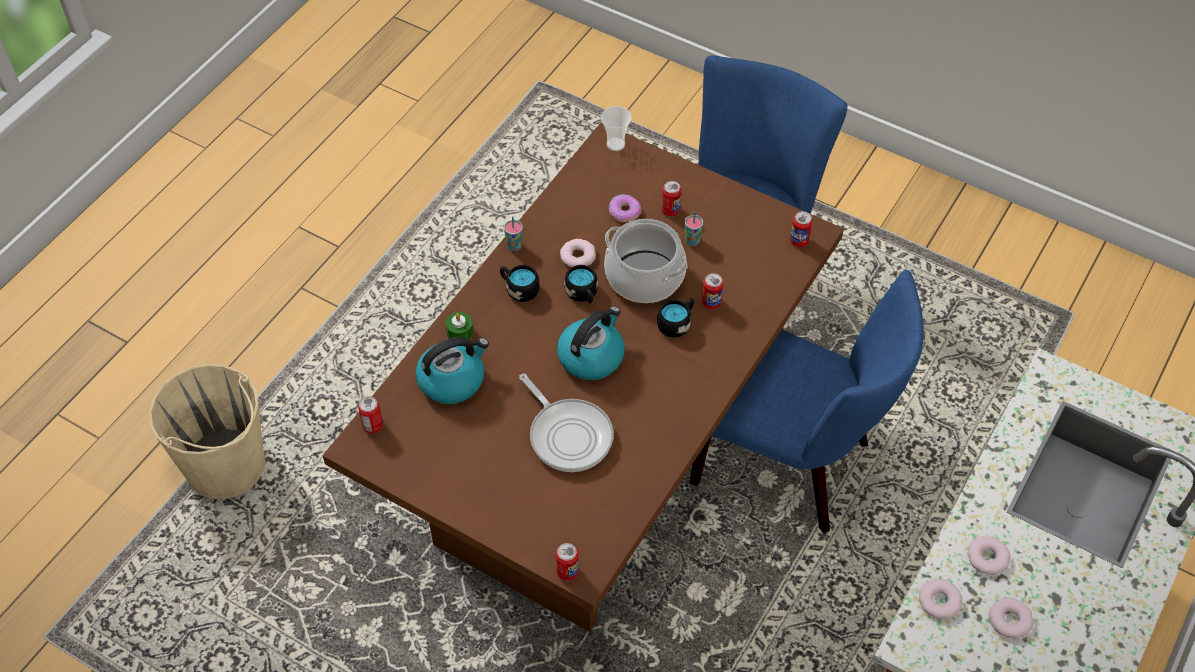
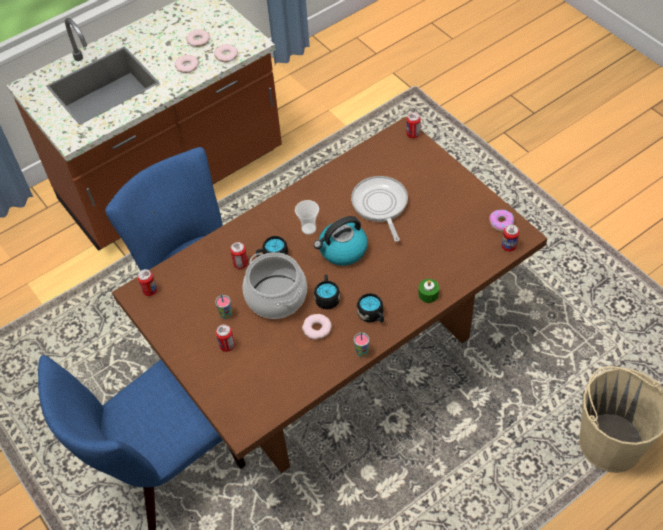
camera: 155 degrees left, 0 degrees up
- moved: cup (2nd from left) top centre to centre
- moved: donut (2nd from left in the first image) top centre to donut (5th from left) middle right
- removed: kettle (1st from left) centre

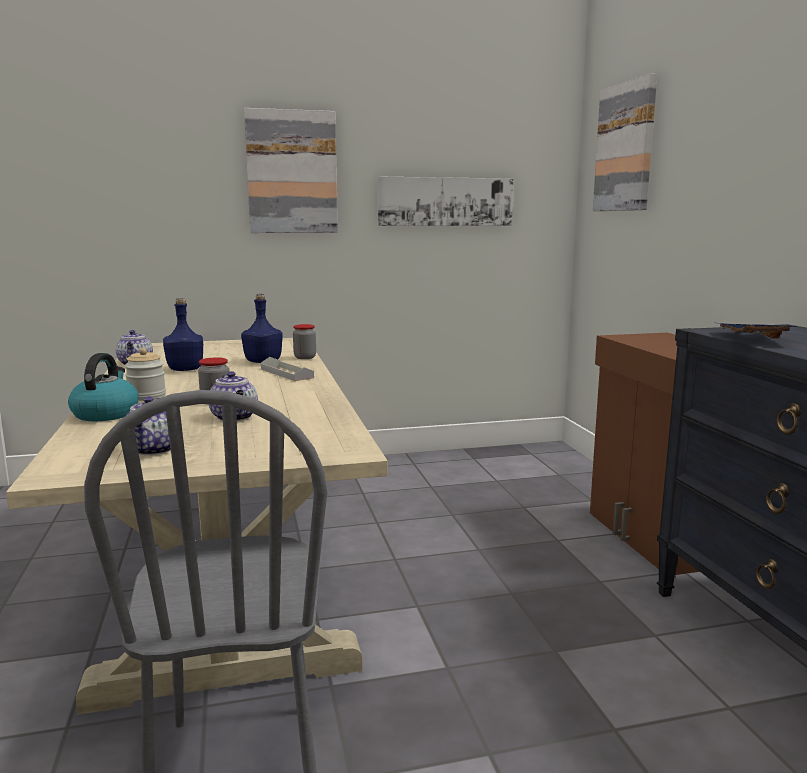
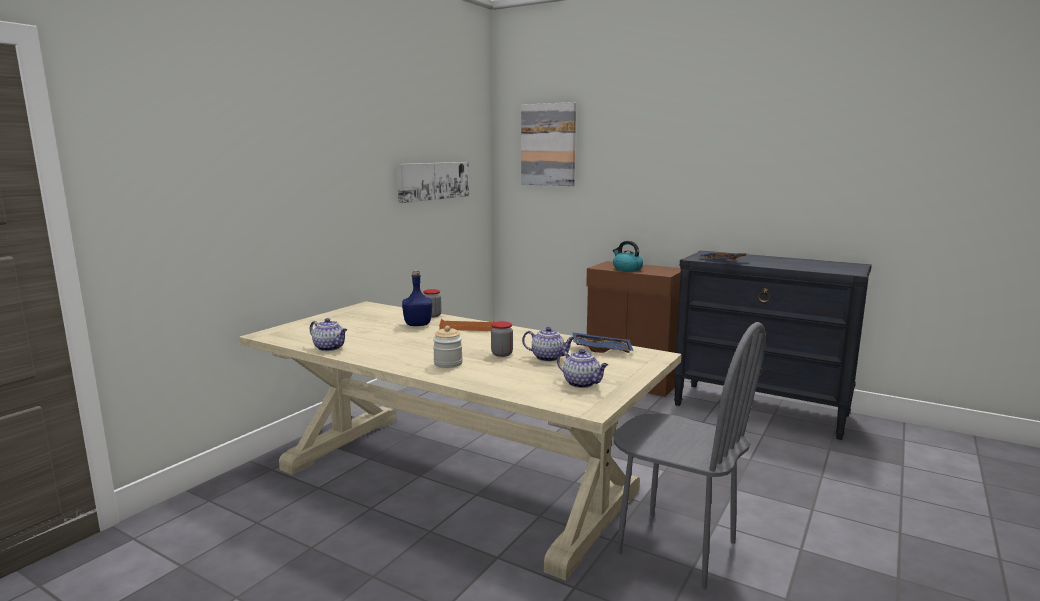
camera: 45 degrees left, 0 degrees up
- recoloured: tray (grey) centre to tray (orange) centre
- added: tray (blue) (1st from left) centre
- moved: kettle middle left to centre
- removed: bottle (blue) (1st from left) middle left
- removed: picture (1st from left) top centre

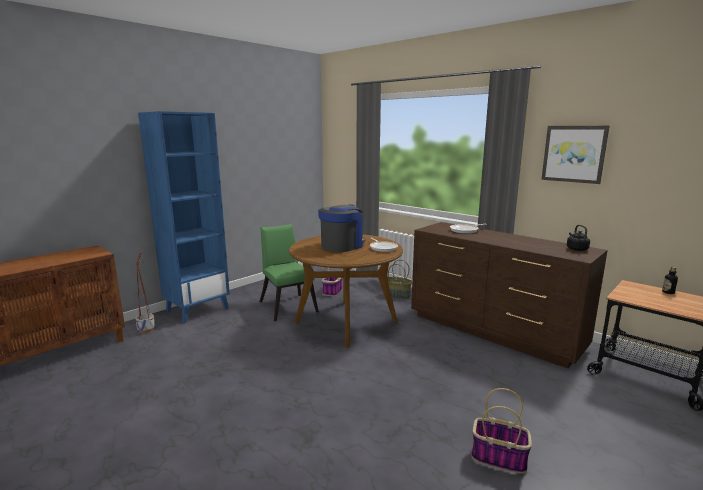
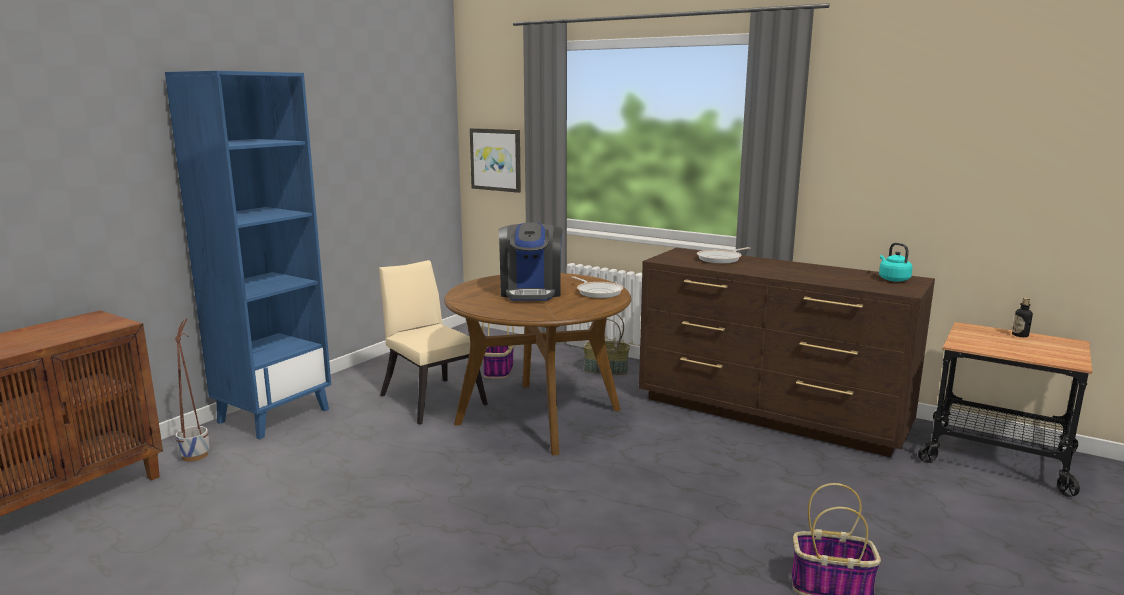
camera: 10 degrees left, 0 degrees up
- recoloured: chair (green) centre to chair (beige) centre
- moved: picture top right to top centre
- turned: coffee machine centre = centre 150 degrees clockwise
- recoloured: kettle (black) middle right to kettle (turquoise) middle right

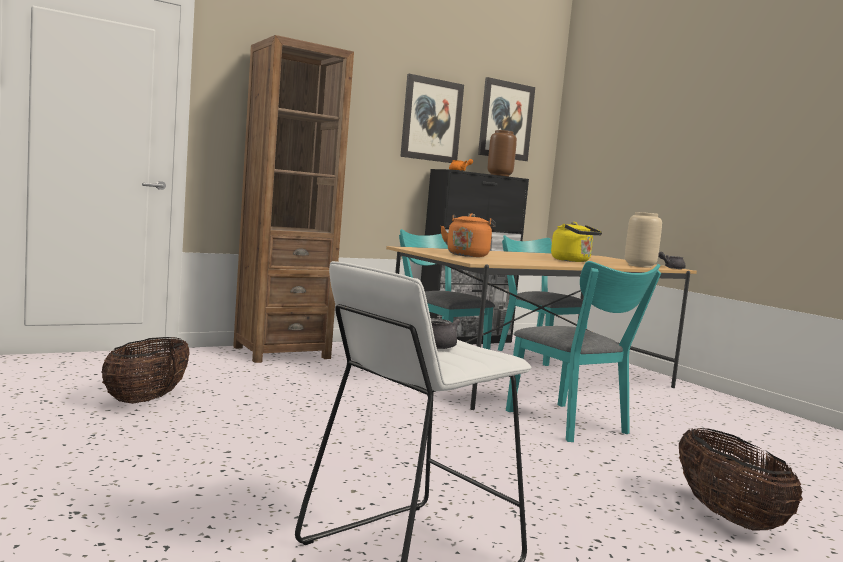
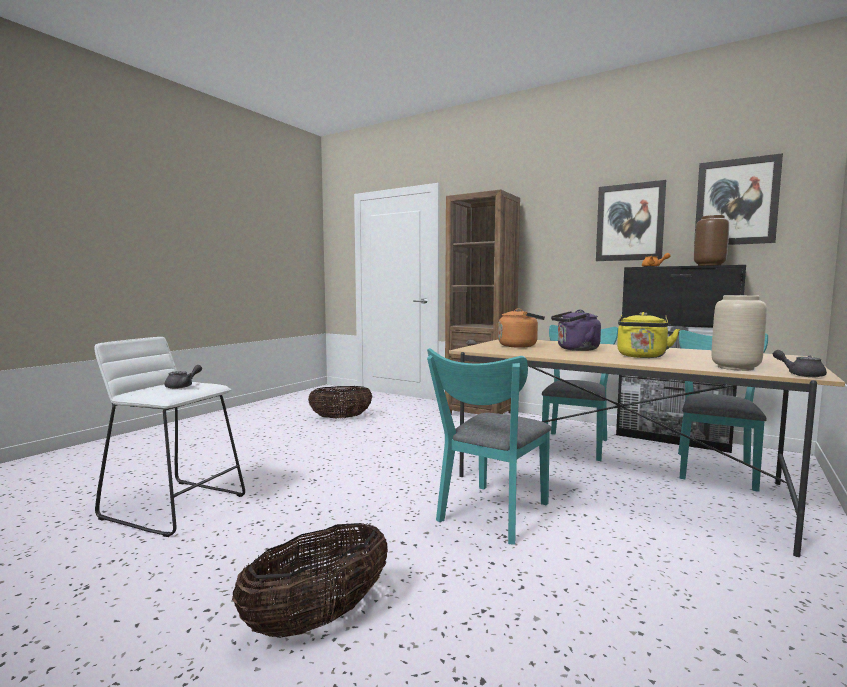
camera: 65 degrees right, 0 degrees up
- added: kettle (purple) middle right

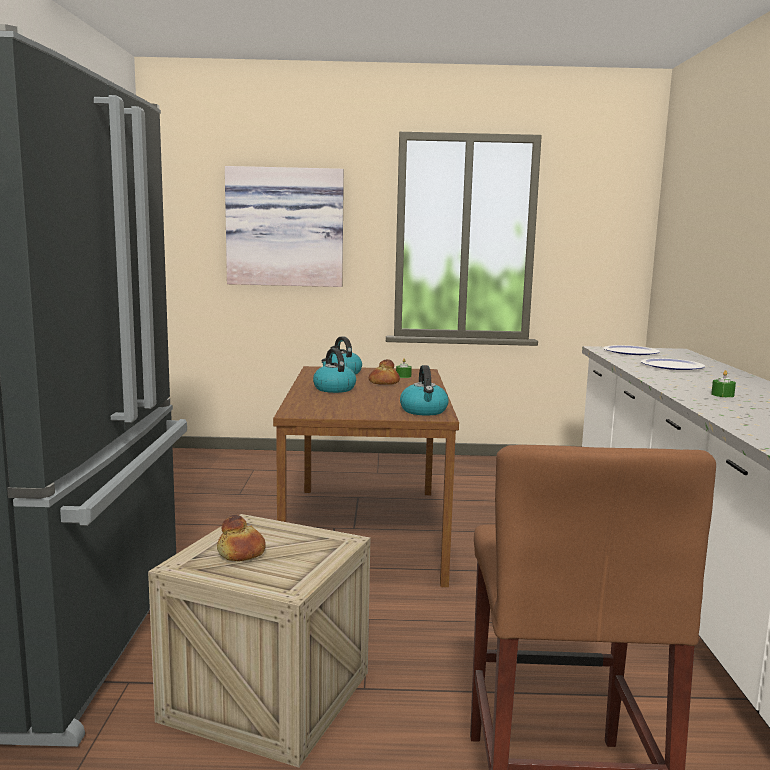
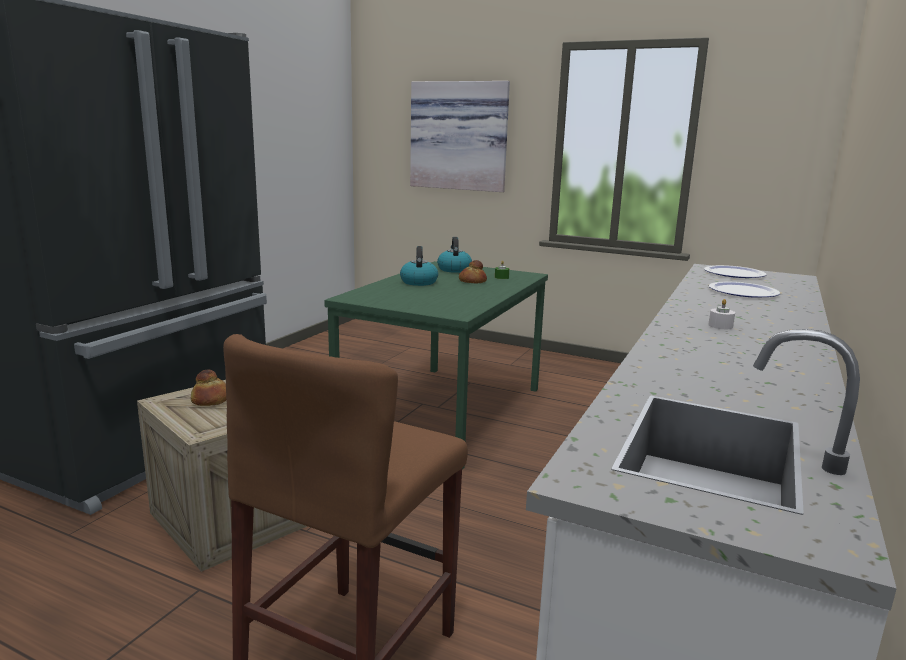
camera: 25 degrees right, 5 degrees up
- recoloured: dining table (brown) centre to dining table (green) centre
- recoloured: candle (green) (2nd from left) middle right to candle (white) middle right
- removed: kettle (3rd from left) centre

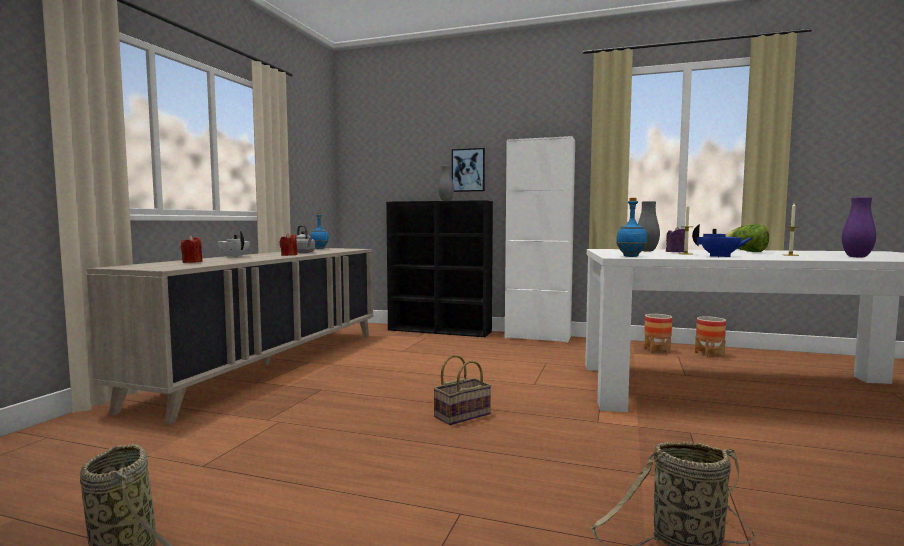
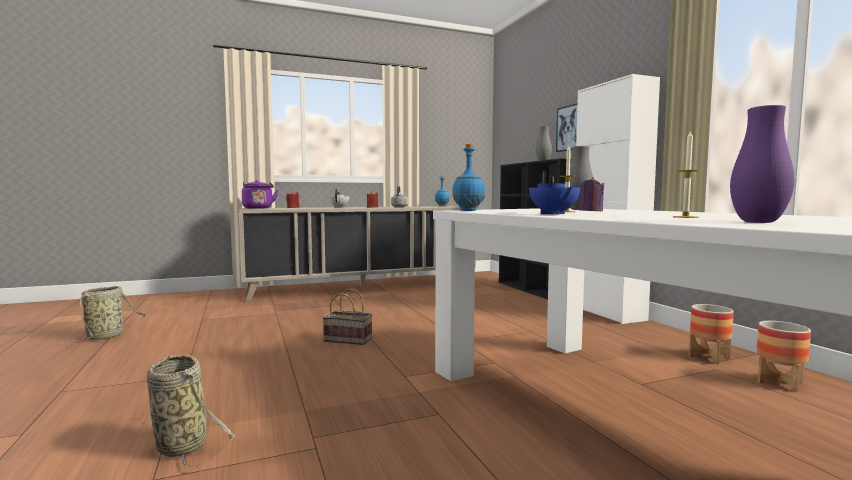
camera: 50 degrees right, 0 degrees up
- added: kettle (purple) middle left
- removed: lettuce middle right

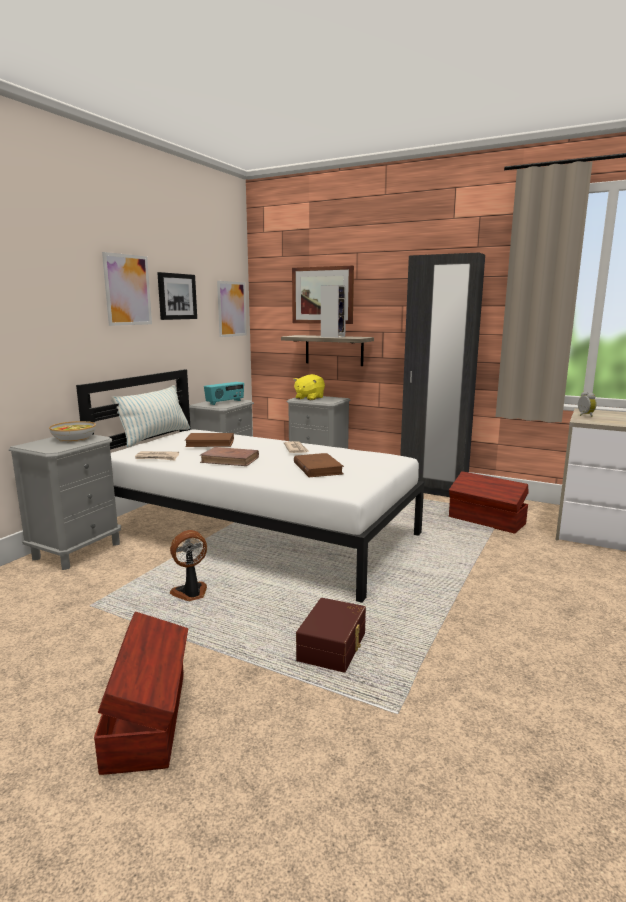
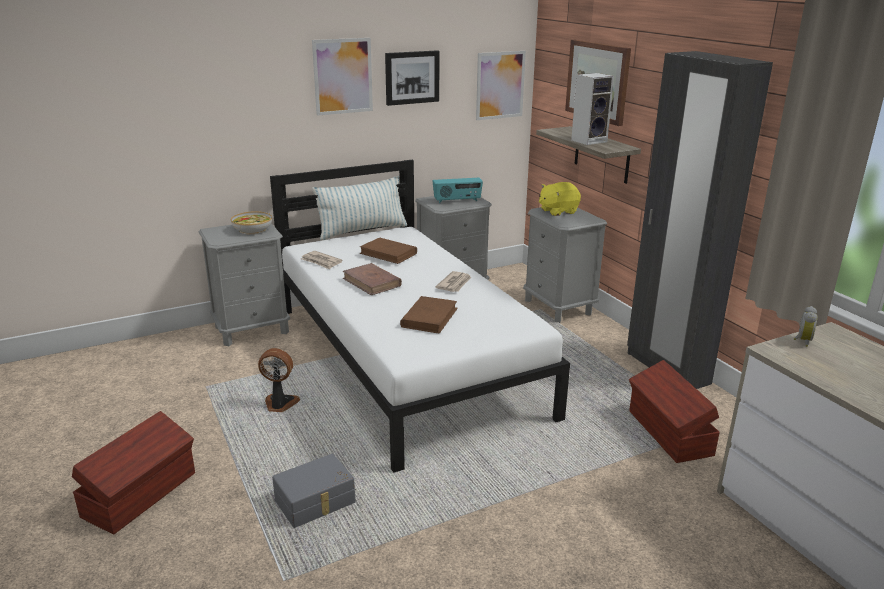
camera: 35 degrees right, 10 degrees up
- recoloured: storage box (brown) (2nd from left) bottom centre to storage box (grey) bottom centre

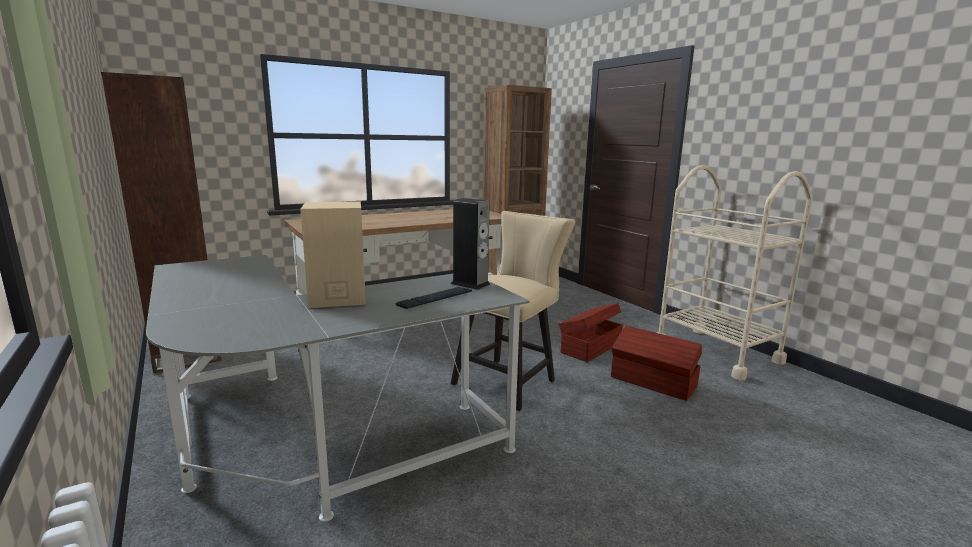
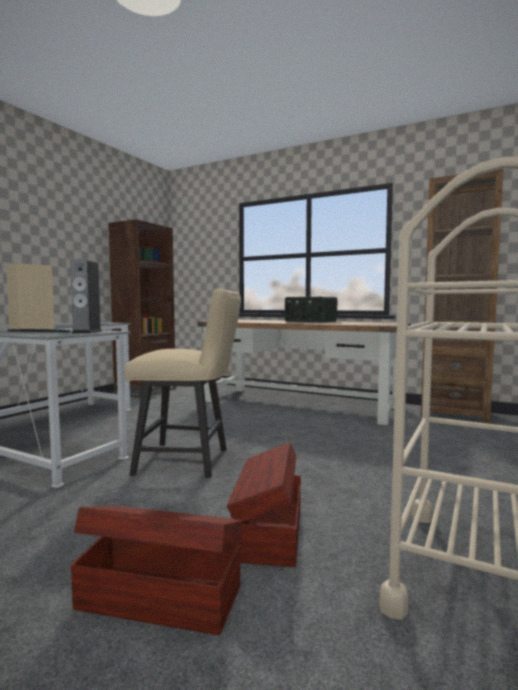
camera: 60 degrees right, 10 degrees down
- moved: storage box (brown) (1st from left) centre to bottom left
- added: radio centre

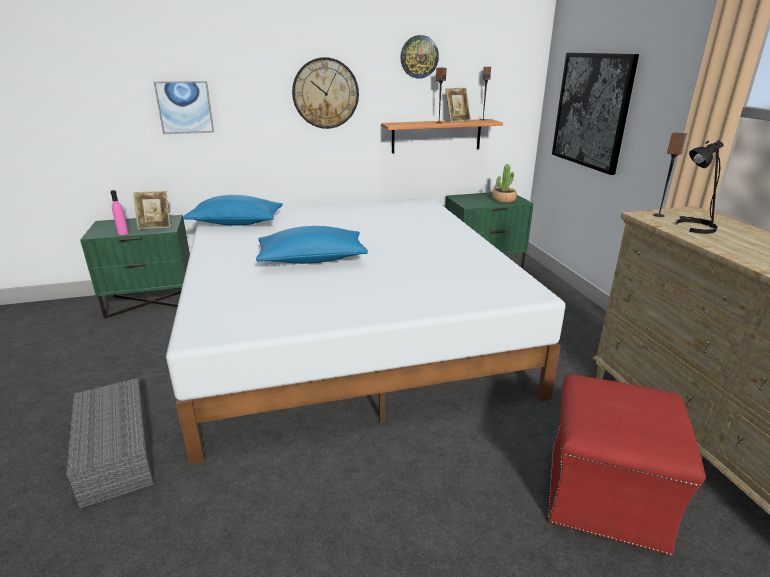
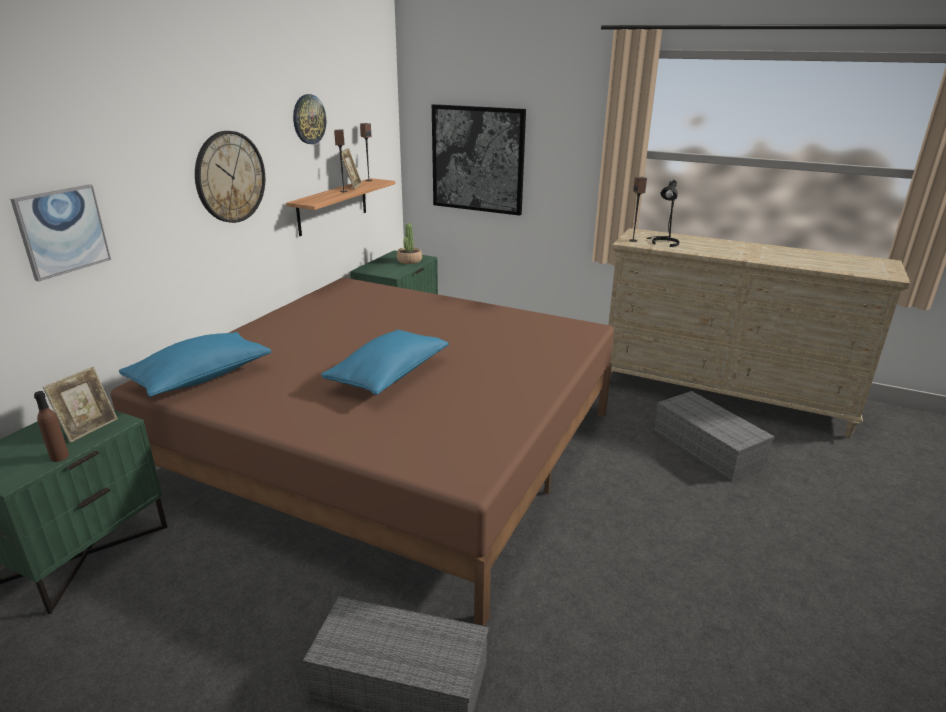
camera: 50 degrees left, 0 degrees up
- recoloured: bottle (pink) middle left to bottle (brown) middle left
- recoloured: bed (white) centre to bed (brown) centre
- replaced: ottoman (red) bottom right to storage box (grey) (2nd from left) middle right

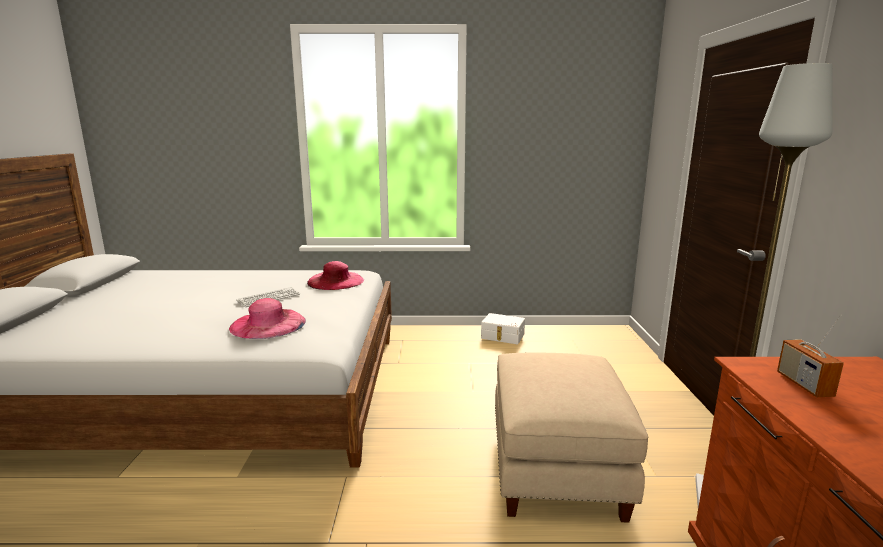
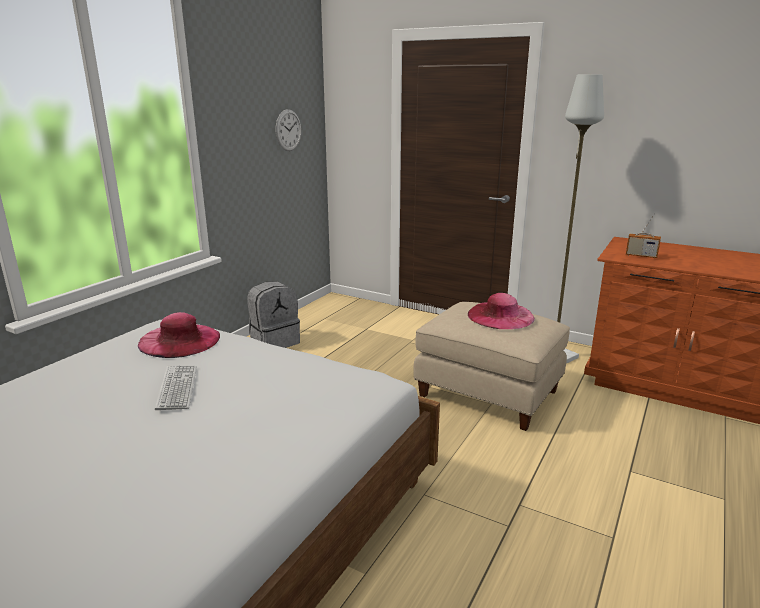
camera: 60 degrees left, 5 degrees up
- replaced: storage box (white) centre to backpack (grey) centre
- added: wall clock top centre
- moved: hat (pink) (1st from left in the first image) middle left to hat (pink) (2nd from left) centre

